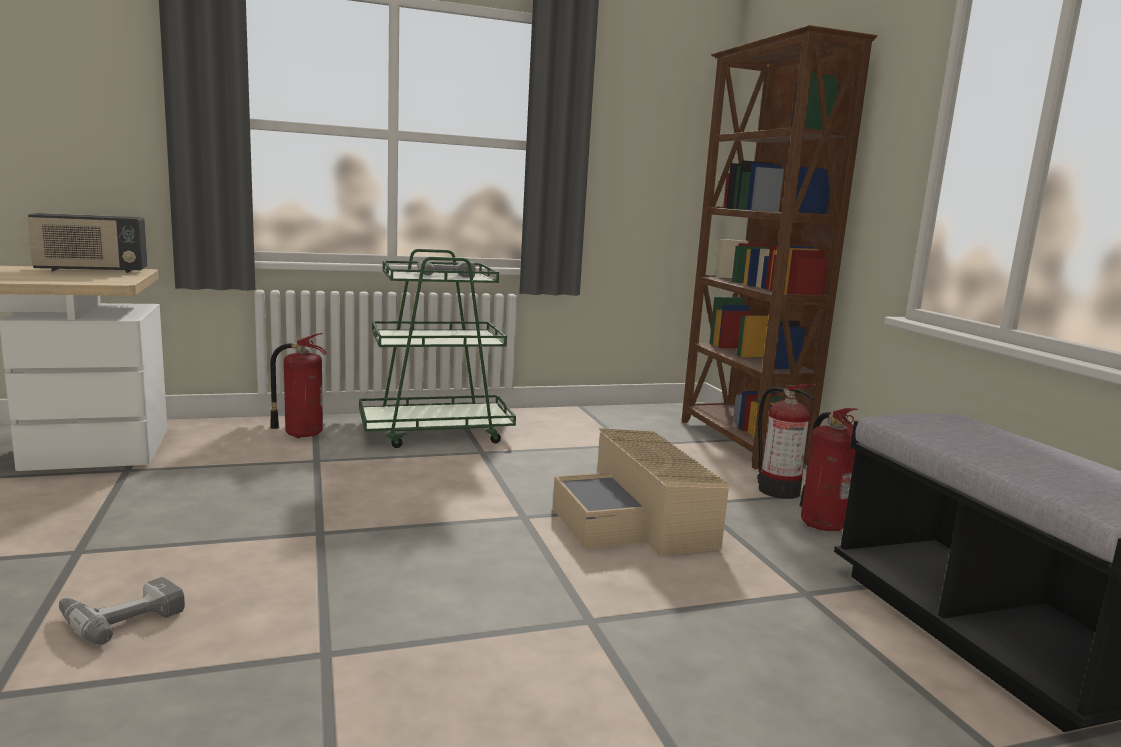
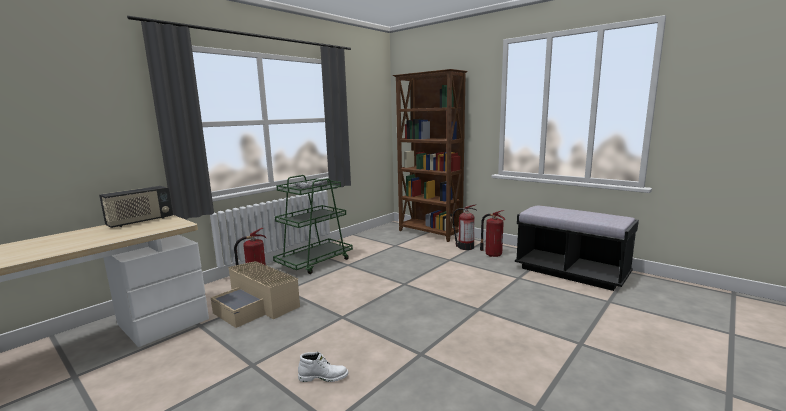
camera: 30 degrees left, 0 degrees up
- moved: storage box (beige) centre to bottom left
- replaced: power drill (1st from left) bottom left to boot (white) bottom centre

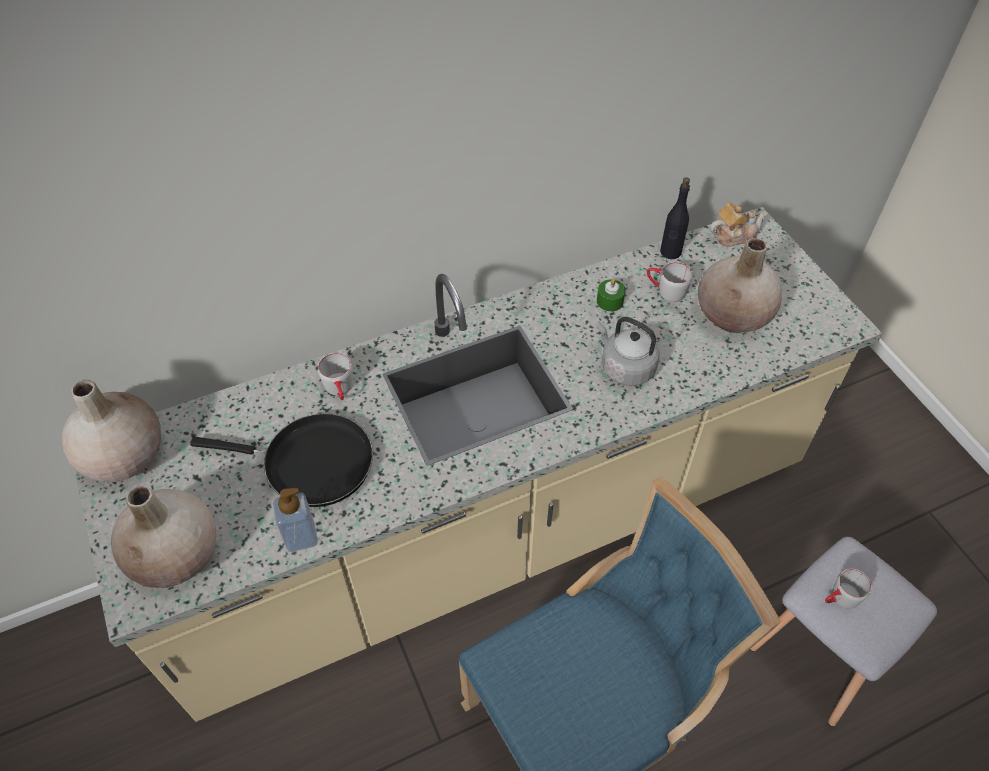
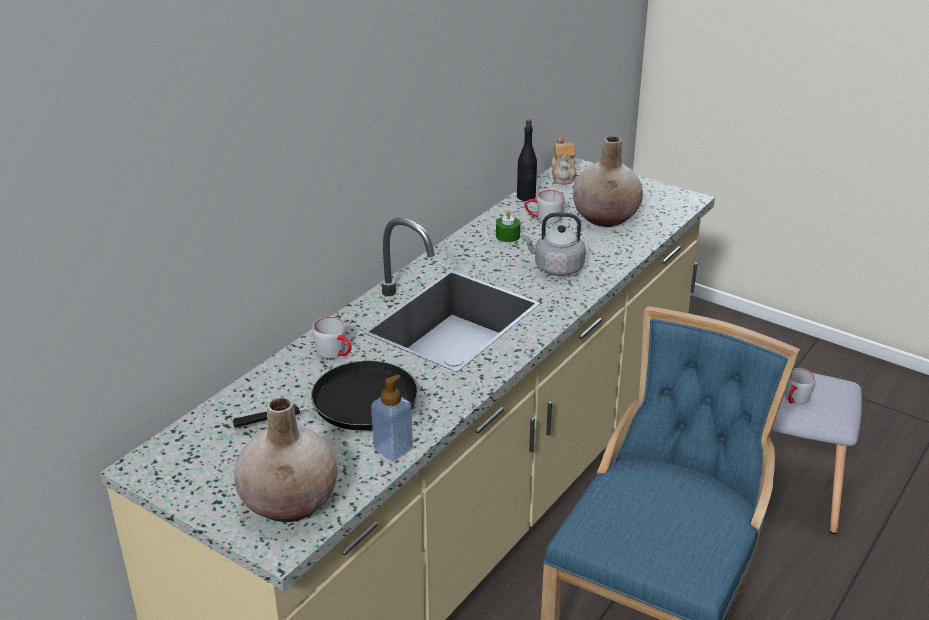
camera: 30 degrees left, 20 degrees down
- turned: teapot top right = top centre 135 degrees clockwise
- removed: vase (beige) (1st from left) middle left

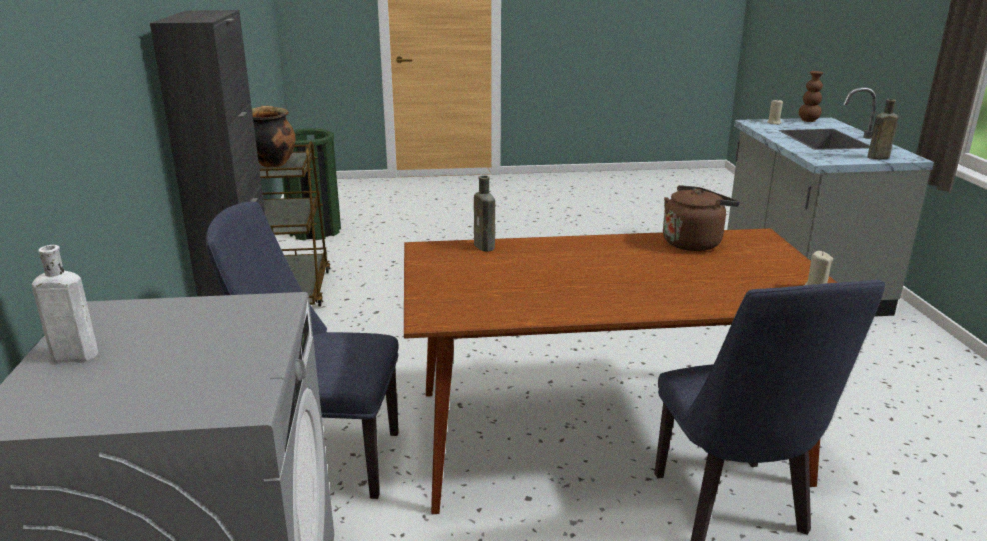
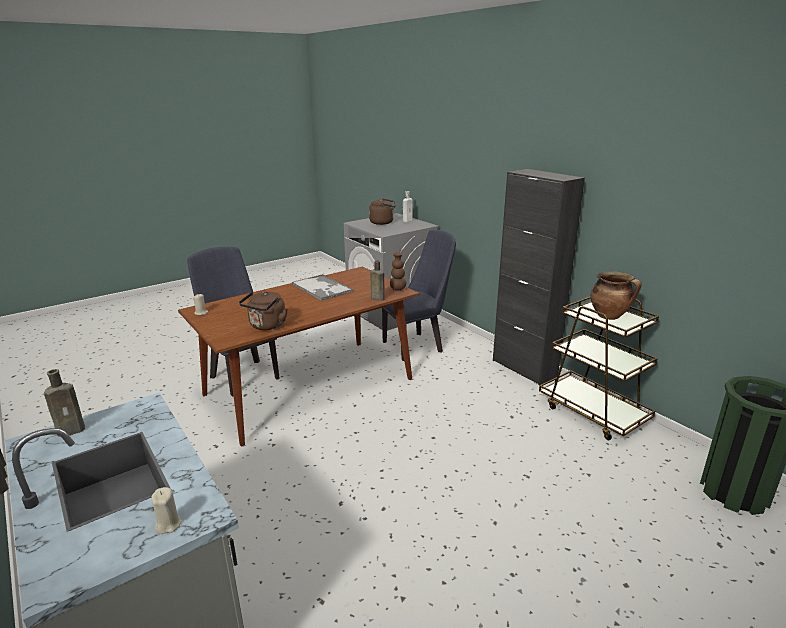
camera: 150 degrees right, 0 degrees up
- added: tray centre
- added: kettle (brown) (2nd from left) centre
- moved: vase (brown) top right to centre

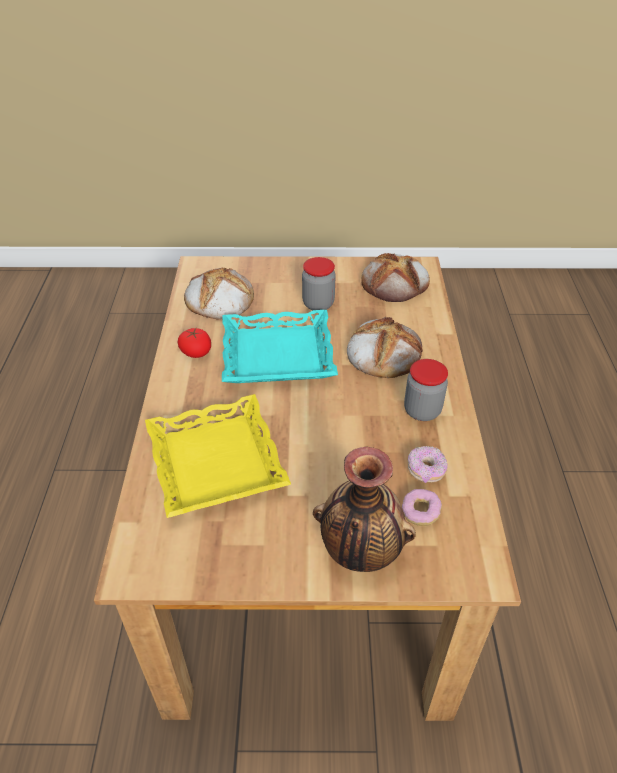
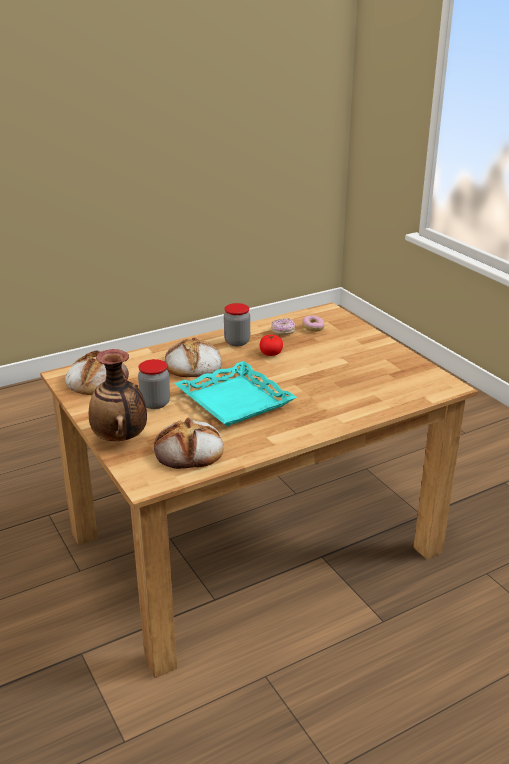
camera: 120 degrees left, 15 degrees down
- moved: vase centre to middle left
- moved: tomato middle left to centre
- removed: tray (yellow) centre

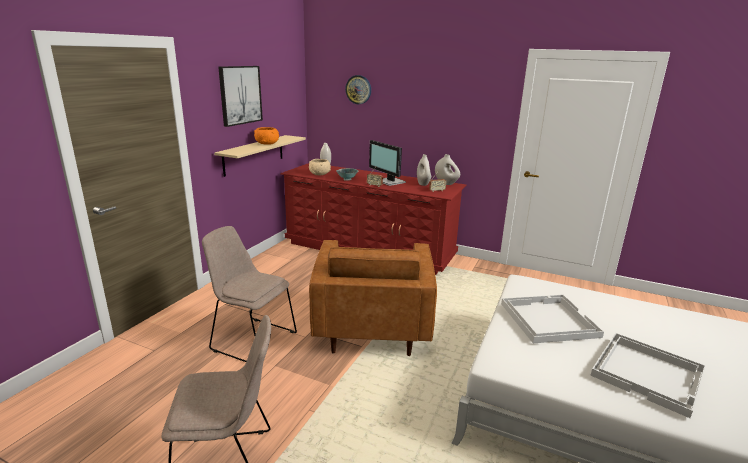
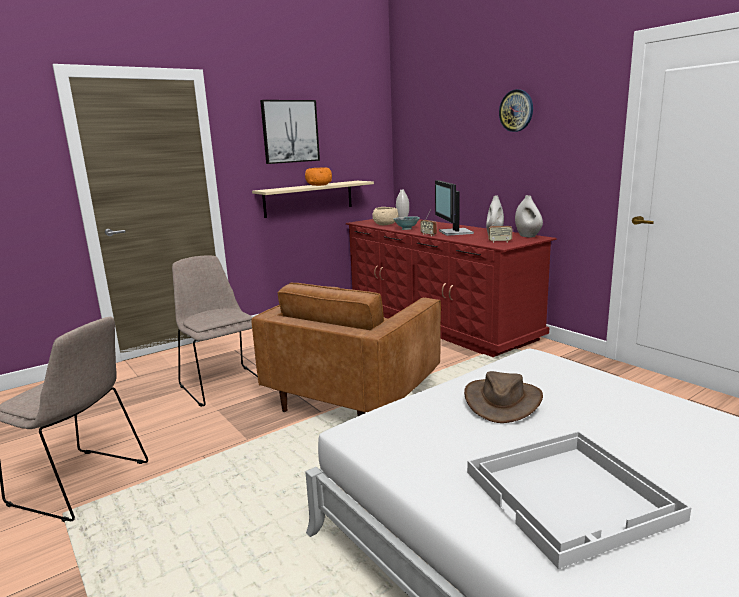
camera: 30 degrees right, 5 degrees down
- replaced: tray (white) (1st from left) bottom right to hat (brown) middle right
- moved: wall clock top centre to top right

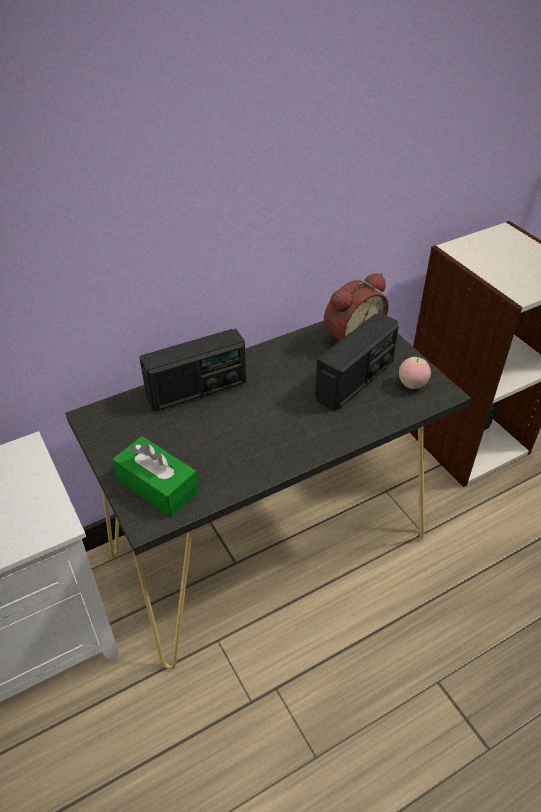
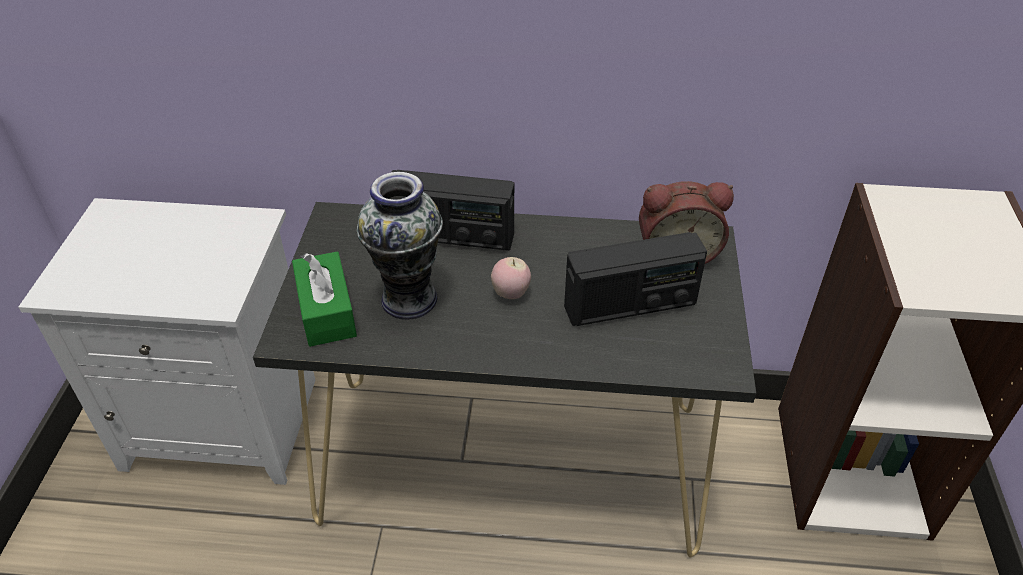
camera: 35 degrees right, 0 degrees up
- added: vase centre
- moved: apple middle right to centre

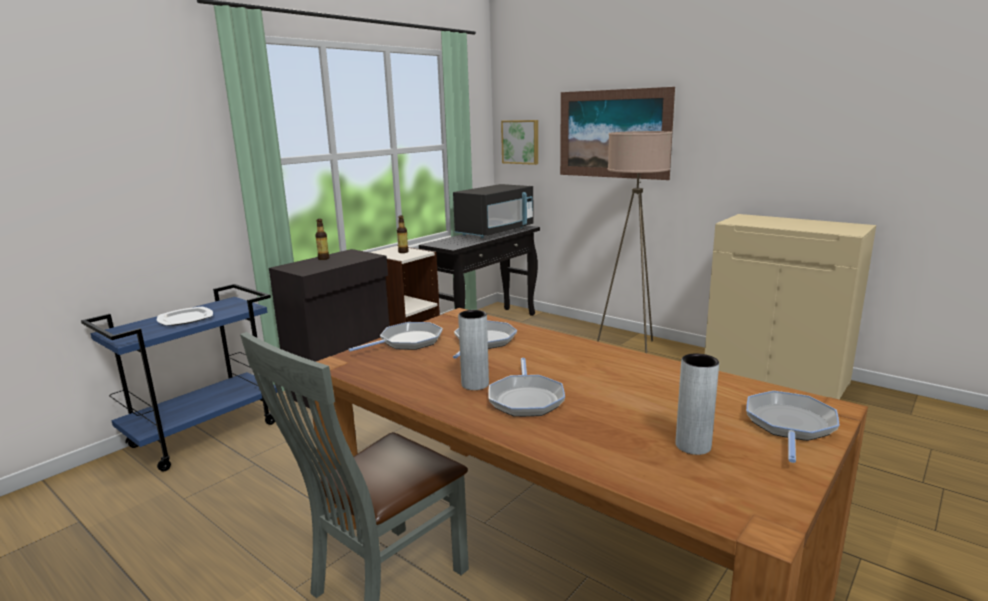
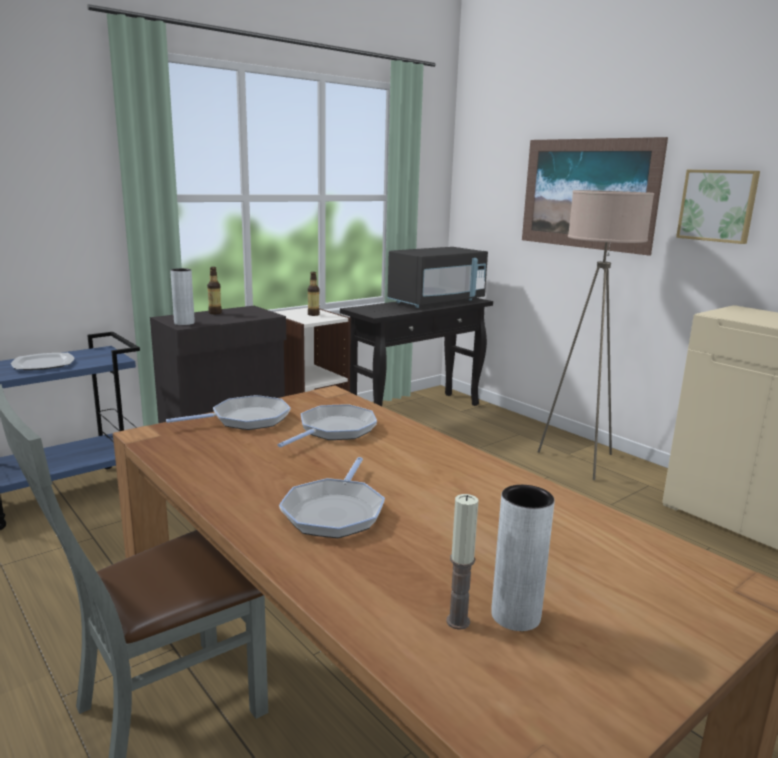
camera: 10 degrees right, 0 degrees up
- moved: vase (grey) (1st from left) centre to middle left
- added: candle bottom centre
- moved: picture (1st from left in the first image) top centre to picture (2nd from left) top right
- removed: frying pan (4th from left) bottom right

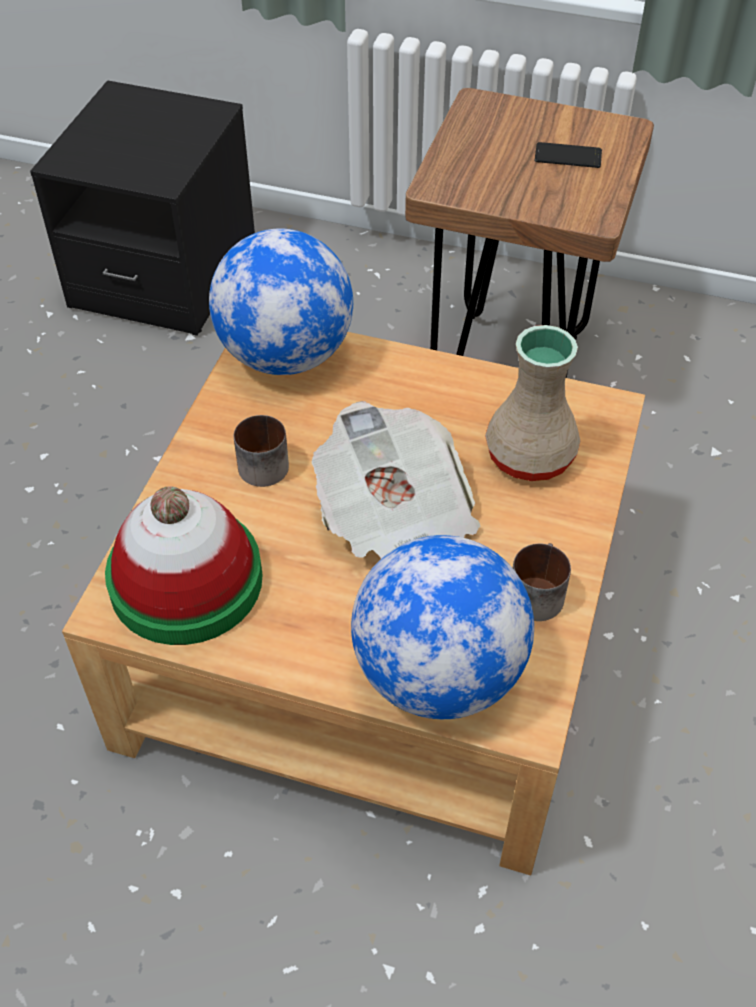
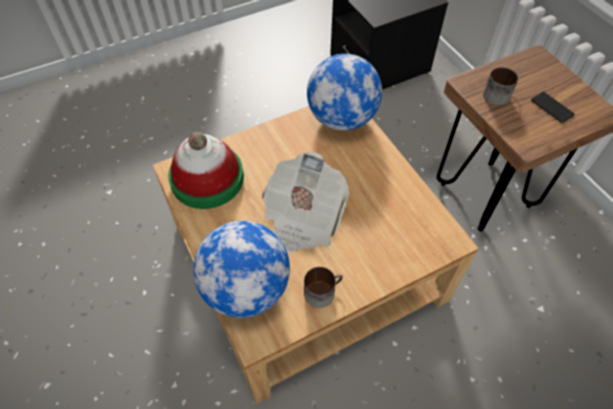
camera: 45 degrees right, 5 degrees up
- moved: mug (1st from left in the first image) centre to mug (2nd from left) top right
- removed: vase (beige) middle right

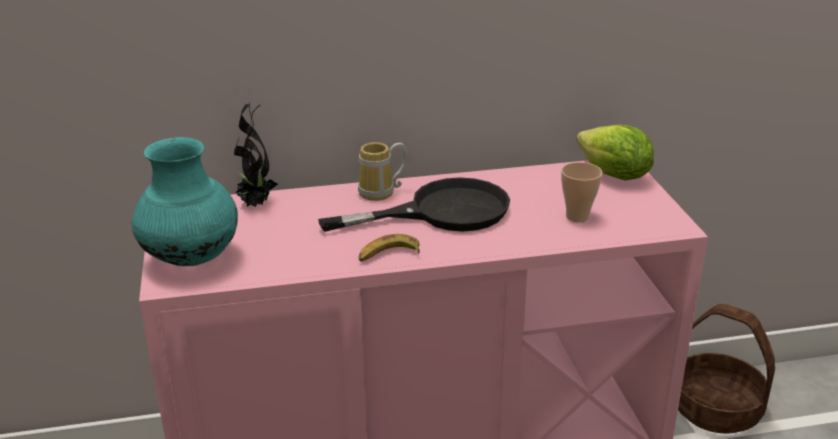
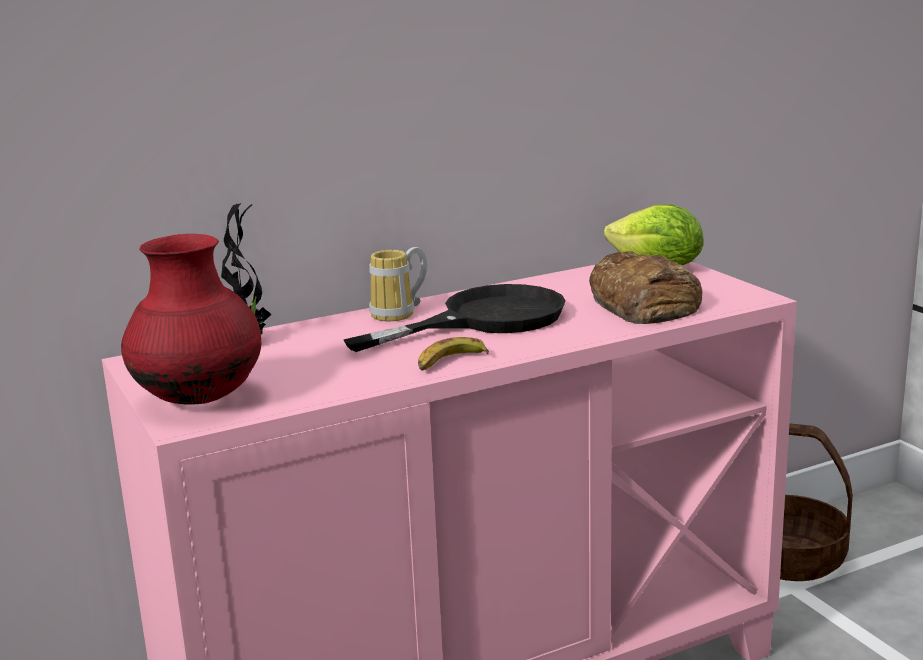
camera: 15 degrees left, 10 degrees down
- recoloured: vase (turquoise) middle left to vase (red) middle left
- replaced: cup middle right to bread middle right

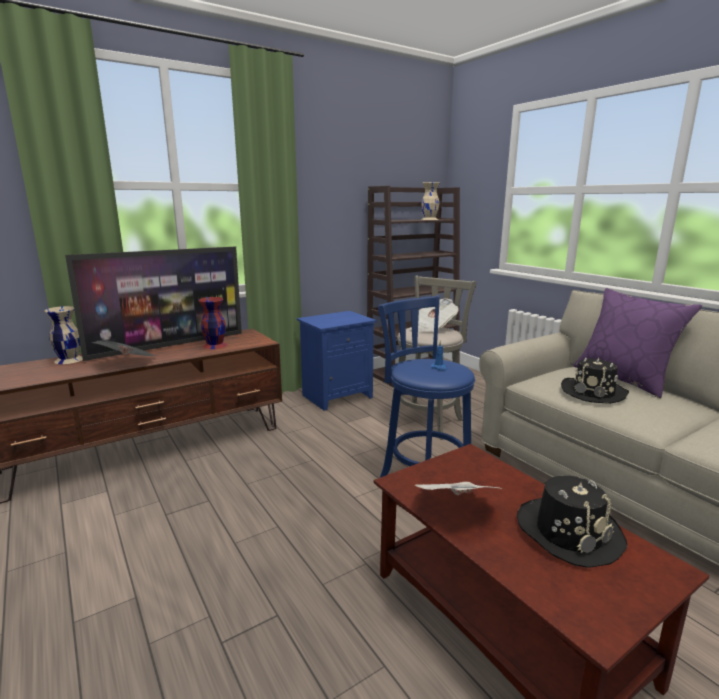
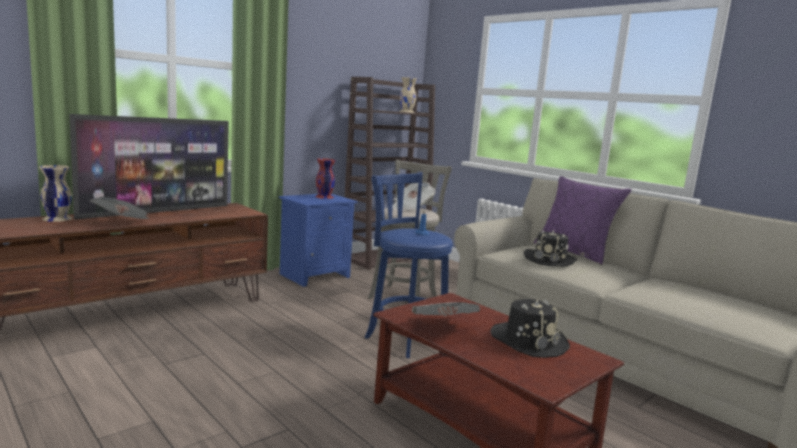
camera: 10 degrees left, 5 degrees down
- moved: vase (red) middle left to centre

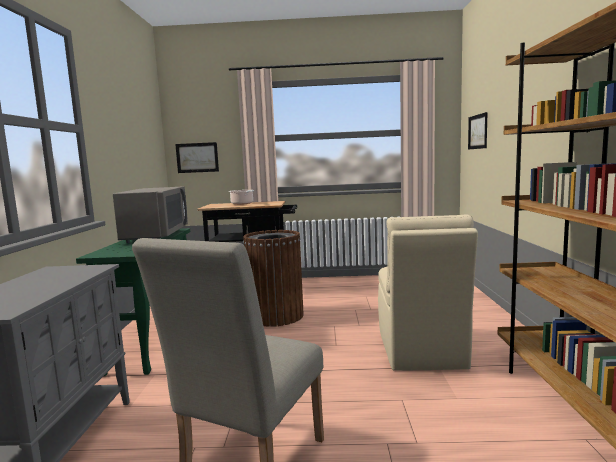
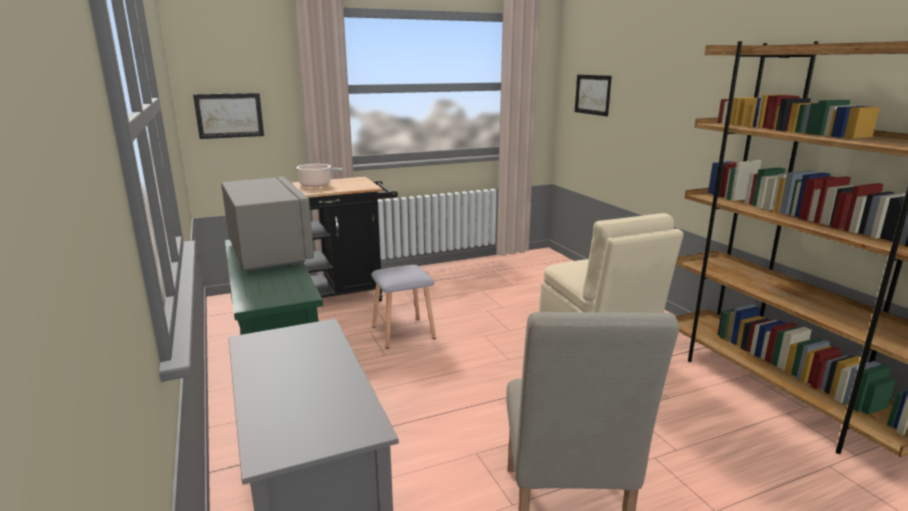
camera: 25 degrees left, 10 degrees up
- replaced: trash can (brown) centre to stool (grey) centre

